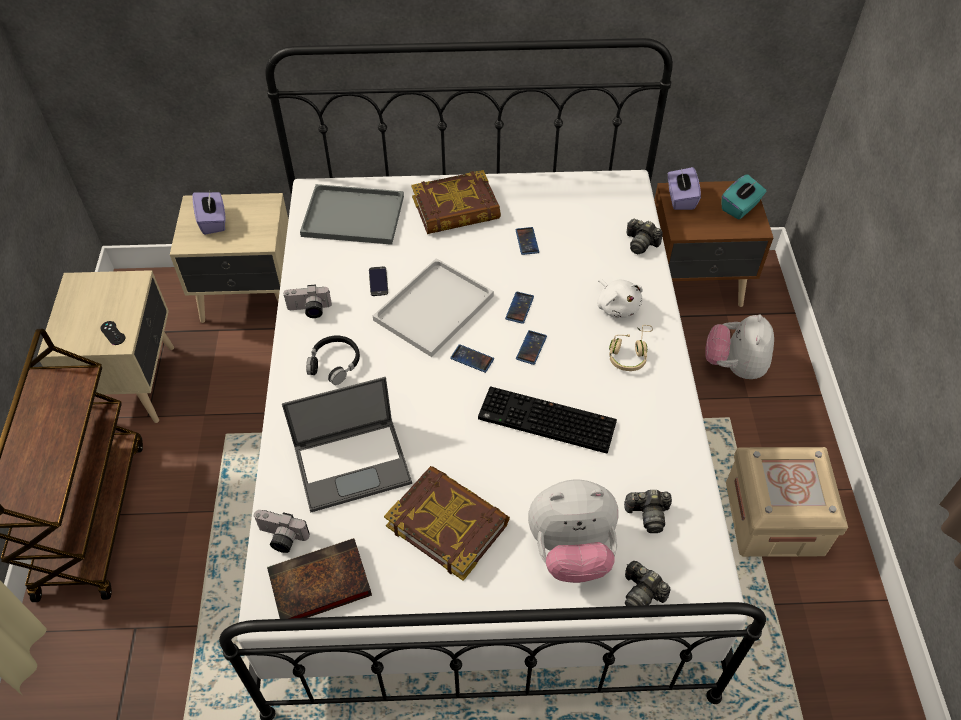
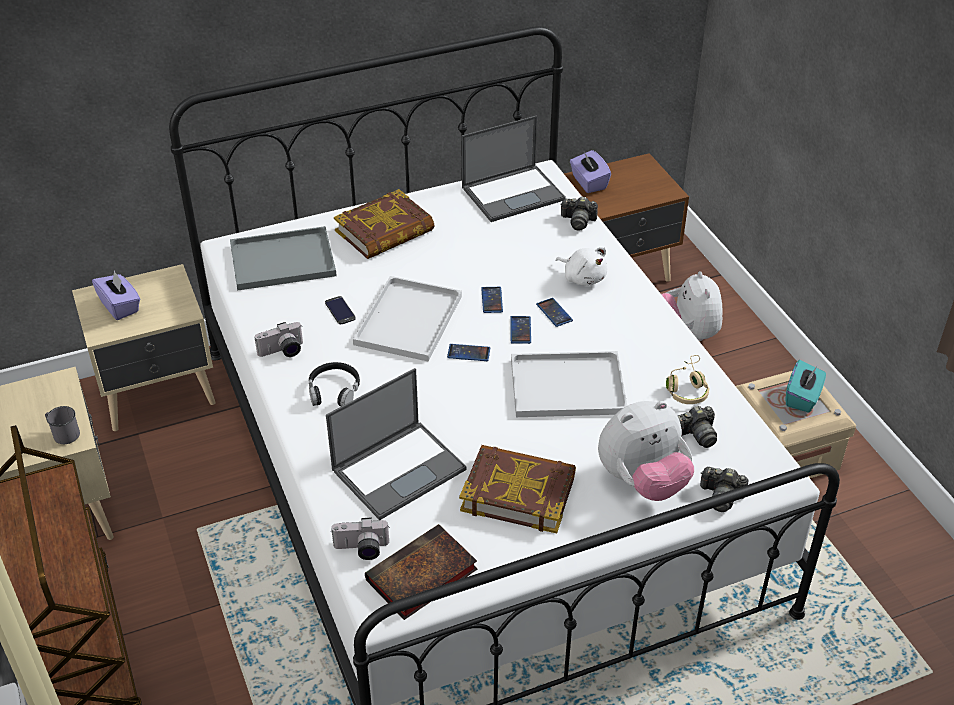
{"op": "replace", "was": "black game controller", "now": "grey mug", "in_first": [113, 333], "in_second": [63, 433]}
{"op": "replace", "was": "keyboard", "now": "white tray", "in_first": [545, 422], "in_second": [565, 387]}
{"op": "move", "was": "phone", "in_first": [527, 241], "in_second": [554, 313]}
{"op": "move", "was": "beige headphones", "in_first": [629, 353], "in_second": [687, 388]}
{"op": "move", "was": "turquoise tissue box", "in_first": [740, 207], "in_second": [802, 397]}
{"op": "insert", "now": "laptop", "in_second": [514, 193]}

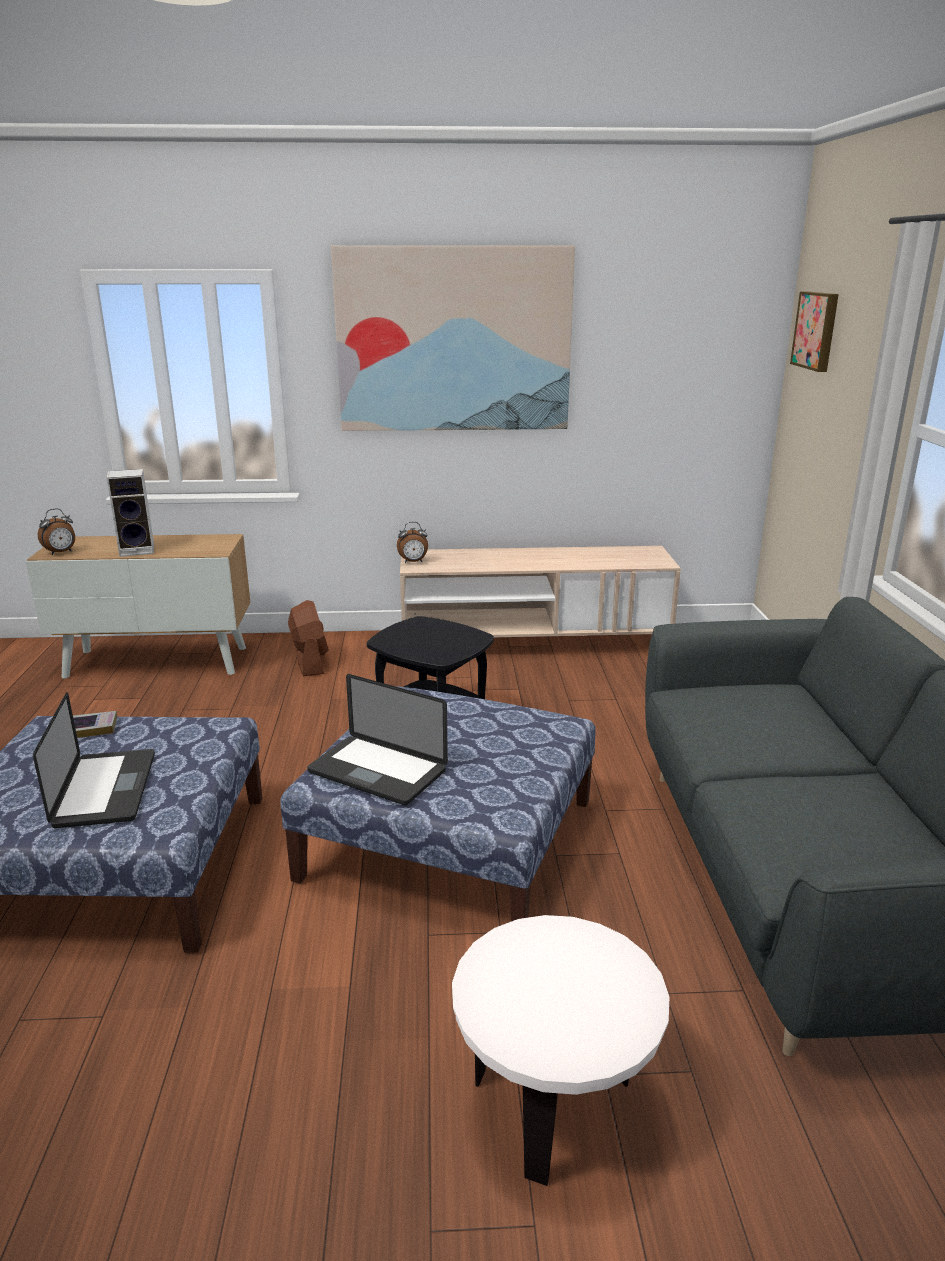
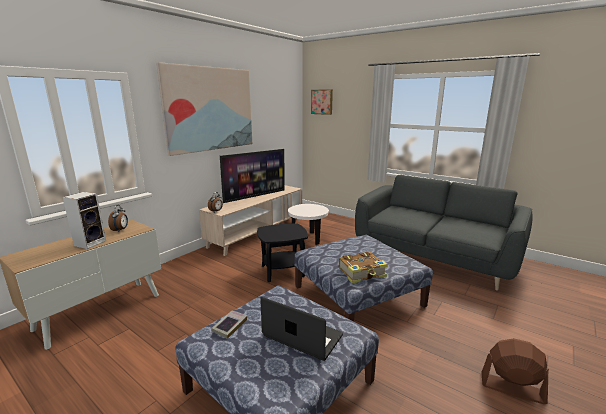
{"op": "move", "was": "alarm clock", "in_first": [61, 552], "in_second": [120, 230]}
{"op": "move", "was": "brown fan", "in_first": [310, 662], "in_second": [511, 388]}
{"op": "replace", "was": "laptop", "now": "book", "in_first": [377, 771], "in_second": [362, 273]}
{"op": "move", "was": "white side table", "in_first": [554, 1106], "in_second": [308, 238]}
{"op": "insert", "now": "television", "in_second": [255, 196]}

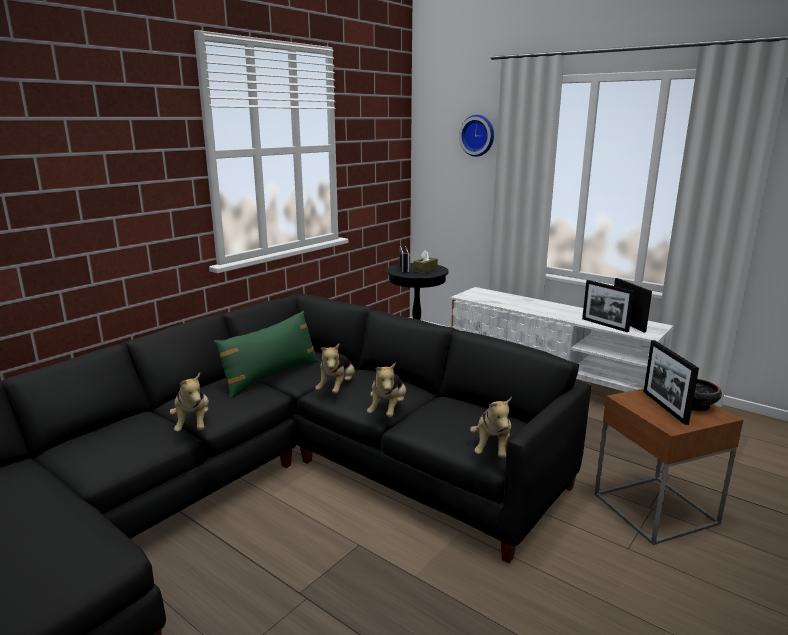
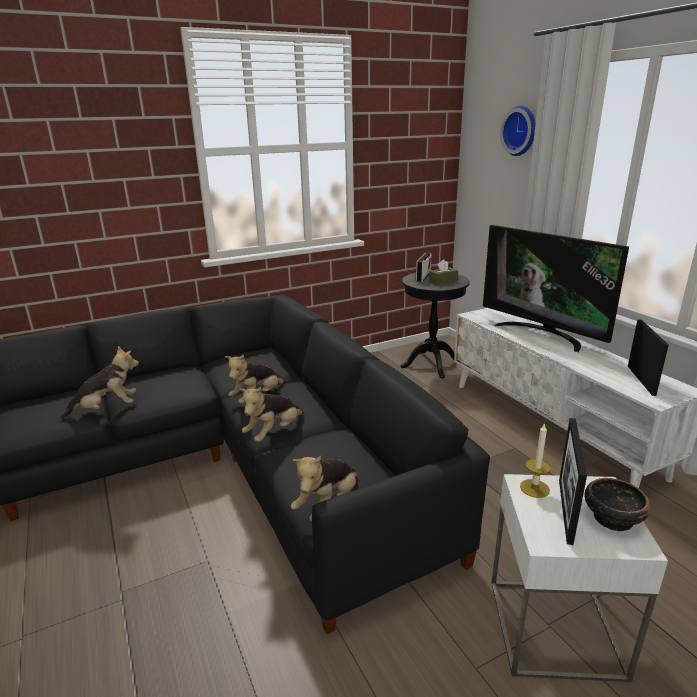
{"op": "rotate", "was": "plush toy", "in_first": [193, 424], "in_second": [107, 408], "clockwise": -120}
{"op": "delete", "was": "green pillow", "in_first": [271, 376]}
{"op": "delete", "was": "picture frame", "in_first": [604, 325]}
{"op": "recolor", "was": "brown side table", "now": "white side table", "in_first": [655, 508], "in_second": [554, 628]}
{"op": "insert", "now": "television", "in_second": [542, 334]}
{"op": "insert", "now": "candle", "in_second": [534, 488]}

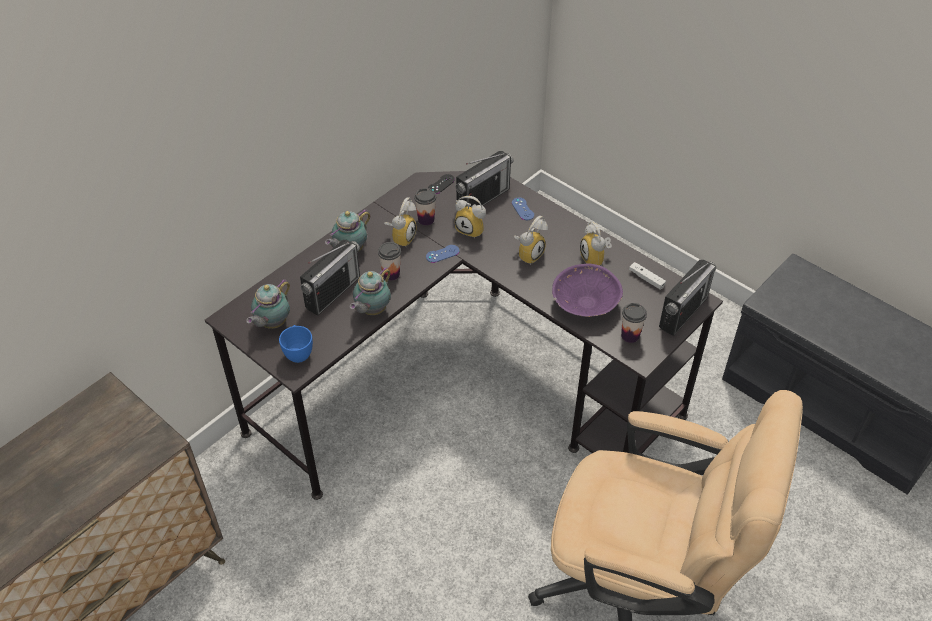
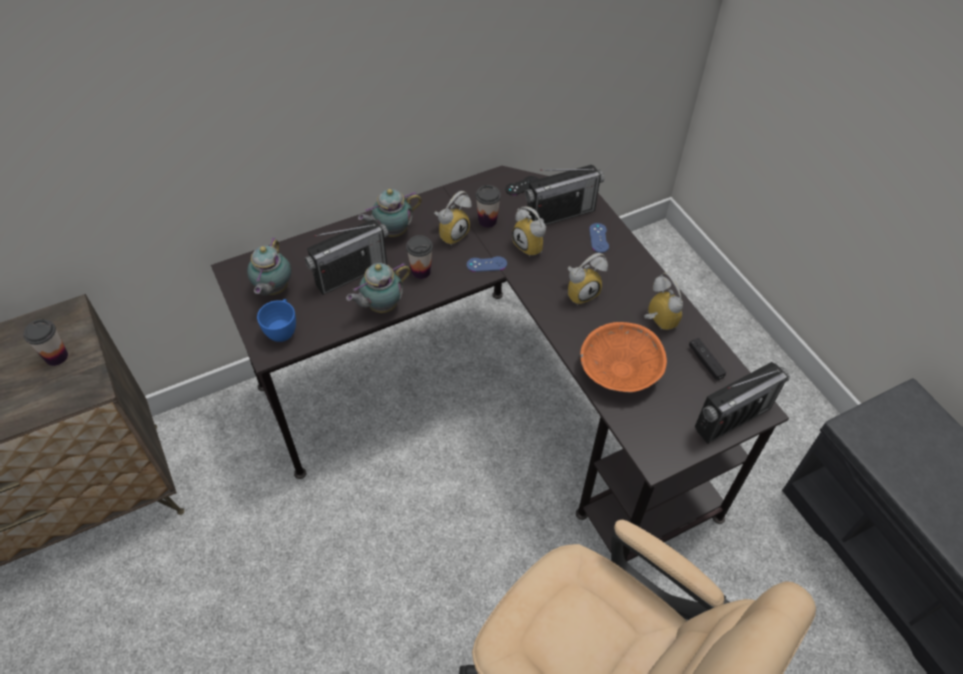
{"op": "rotate", "was": "teapot", "in_first": [272, 324], "in_second": [273, 290], "clockwise": -45}
{"op": "recolor", "was": "purple bowl", "now": "orange bowl", "in_first": [584, 303], "in_second": [619, 370]}
{"op": "rotate", "was": "alarm clock", "in_first": [596, 259], "in_second": [656, 321], "clockwise": 150}
{"op": "move", "was": "cup", "in_first": [630, 336], "in_second": [56, 356]}
{"op": "recolor", "was": "white game controller", "now": "black game controller", "in_first": [646, 279], "in_second": [705, 362]}

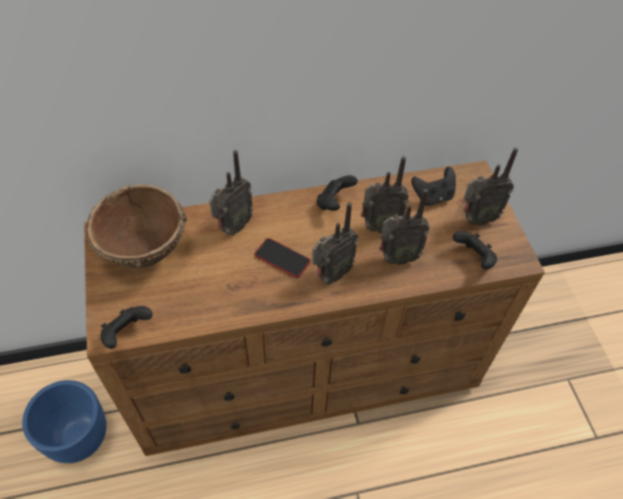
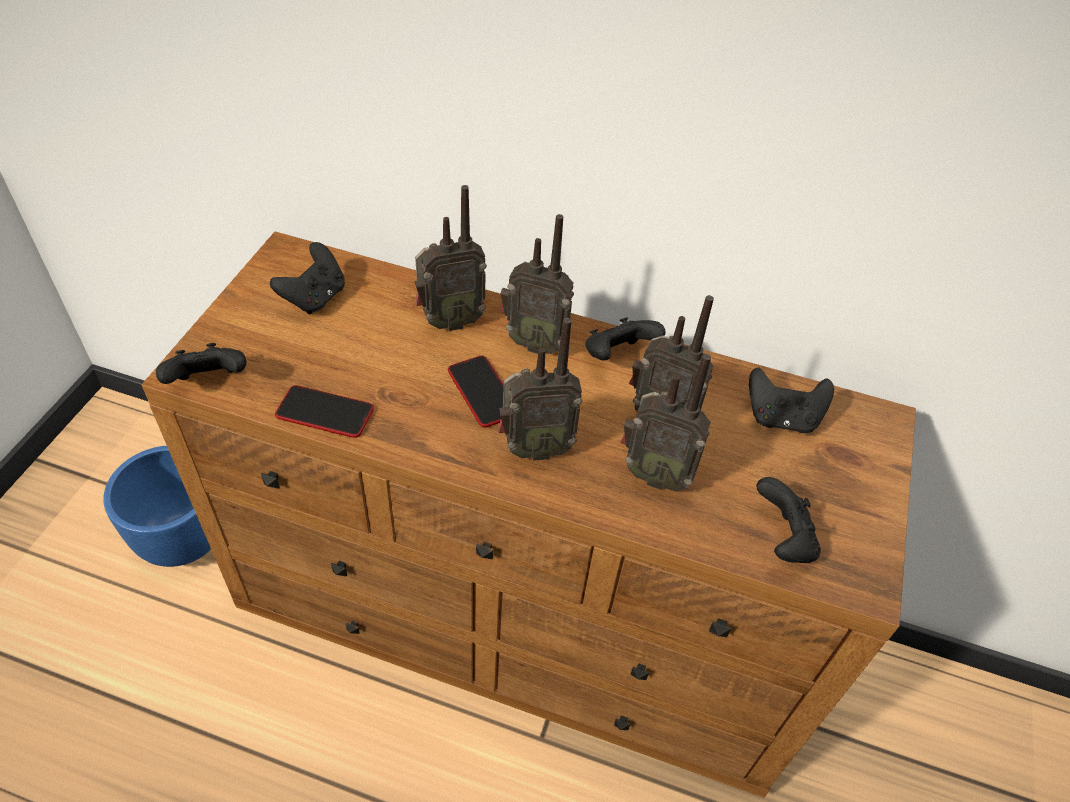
{"op": "replace", "was": "brown bowl", "now": "black game controller", "in_first": [145, 251], "in_second": [315, 297]}
{"op": "move", "was": "radio", "in_first": [476, 218], "in_second": [535, 342]}
{"op": "insert", "now": "phone", "in_second": [325, 413]}

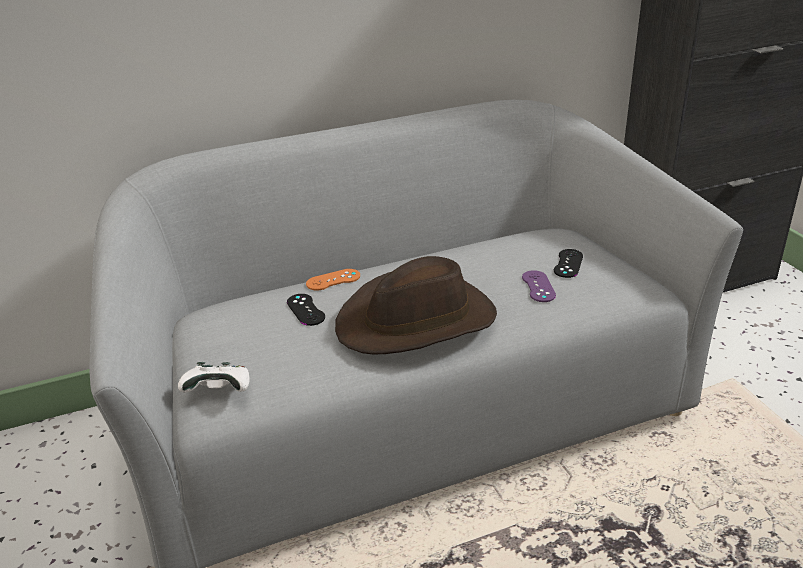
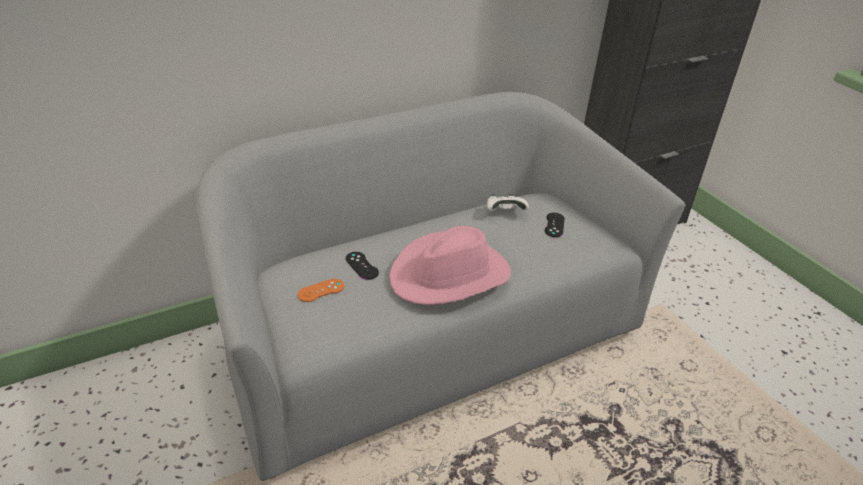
{"op": "move", "was": "white game controller", "in_first": [220, 392], "in_second": [504, 212]}
{"op": "move", "was": "orange game controller", "in_first": [333, 280], "in_second": [321, 290]}
{"op": "recolor", "was": "brown hat", "now": "pink hat", "in_first": [417, 321], "in_second": [450, 275]}
{"op": "delete", "was": "purple game controller", "in_first": [538, 286]}

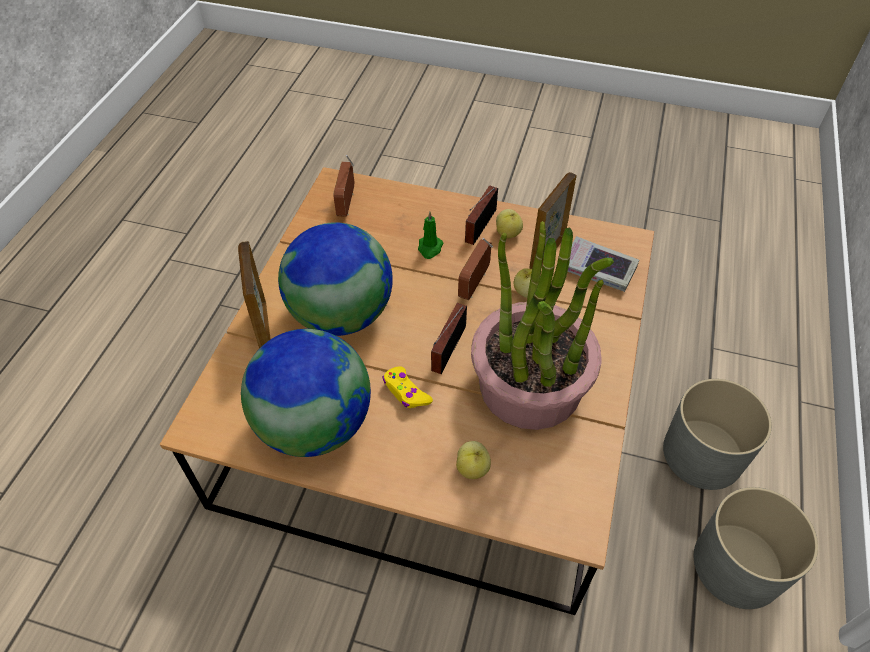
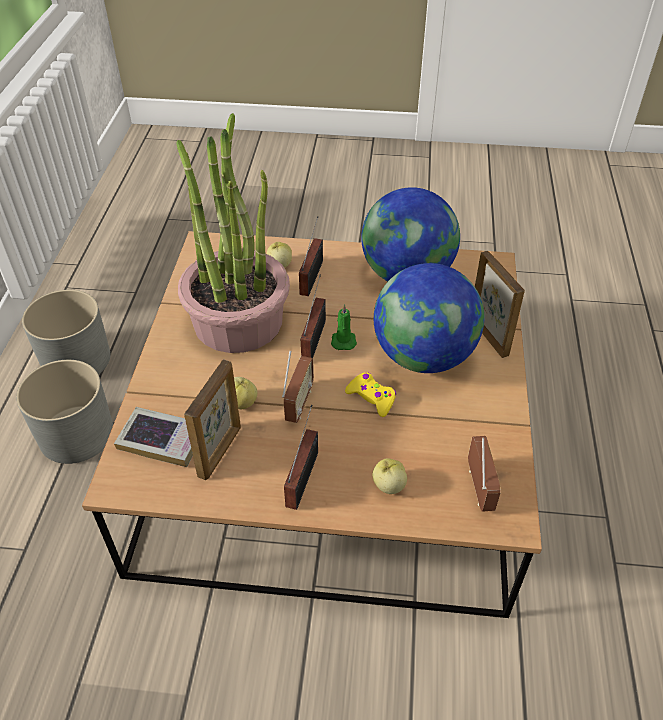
{"op": "move", "was": "yellow game controller", "in_first": [406, 392], "in_second": [371, 398]}
{"op": "move", "was": "green candle", "in_first": [430, 248], "in_second": [343, 340]}
{"op": "move", "was": "apple", "in_first": [508, 233], "in_second": [388, 485]}
{"op": "insert", "now": "radio", "in_second": [313, 276]}

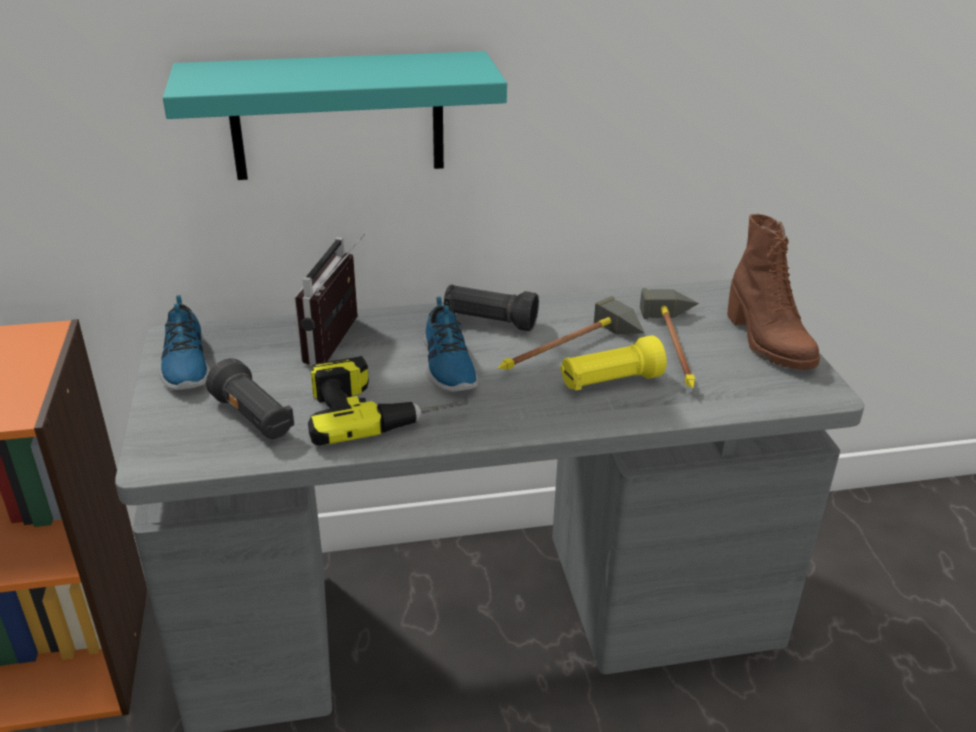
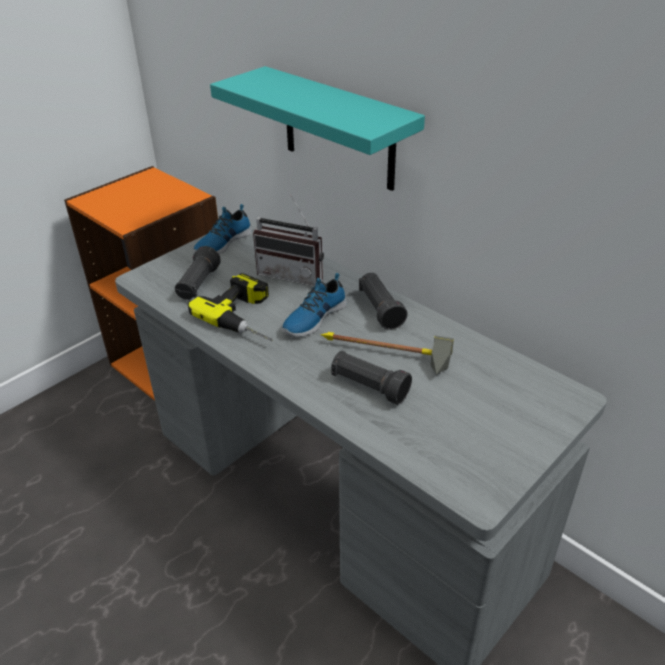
{"op": "rotate", "was": "radio", "in_first": [342, 343], "in_second": [294, 274], "clockwise": -135}
{"op": "recolor", "was": "yellow flashlight", "now": "black flashlight", "in_first": [610, 382], "in_second": [369, 387]}
{"op": "delete", "was": "hammer", "in_first": [683, 350]}
{"op": "delete", "was": "brown boot", "in_first": [766, 342]}

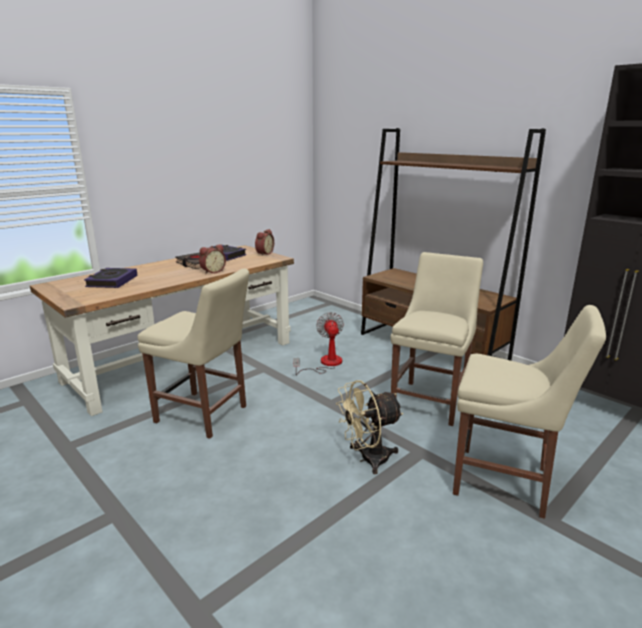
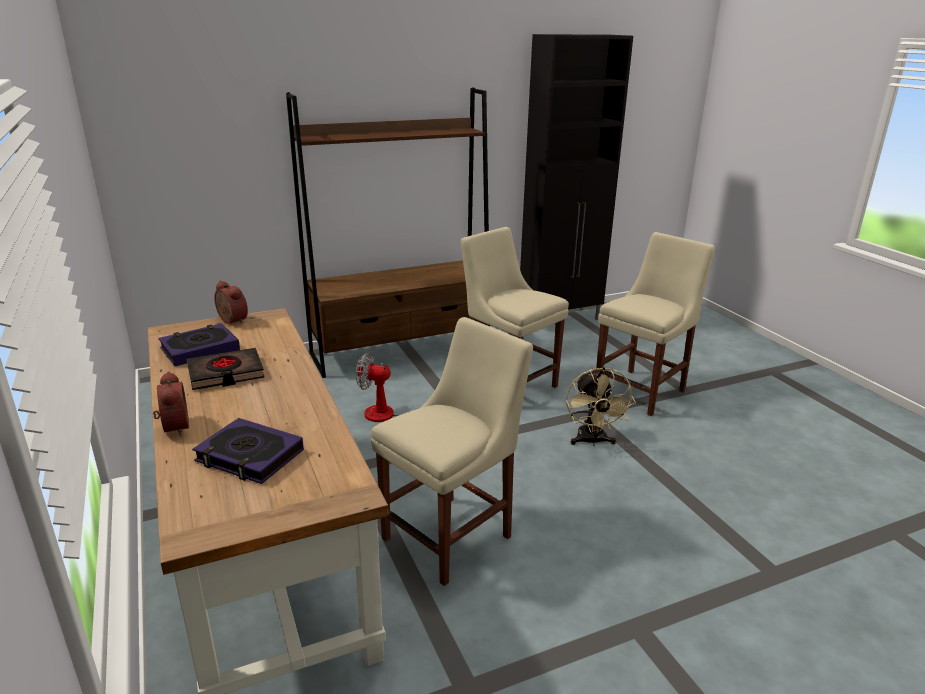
{"op": "move", "was": "alarm clock", "in_first": [212, 271], "in_second": [173, 427]}

